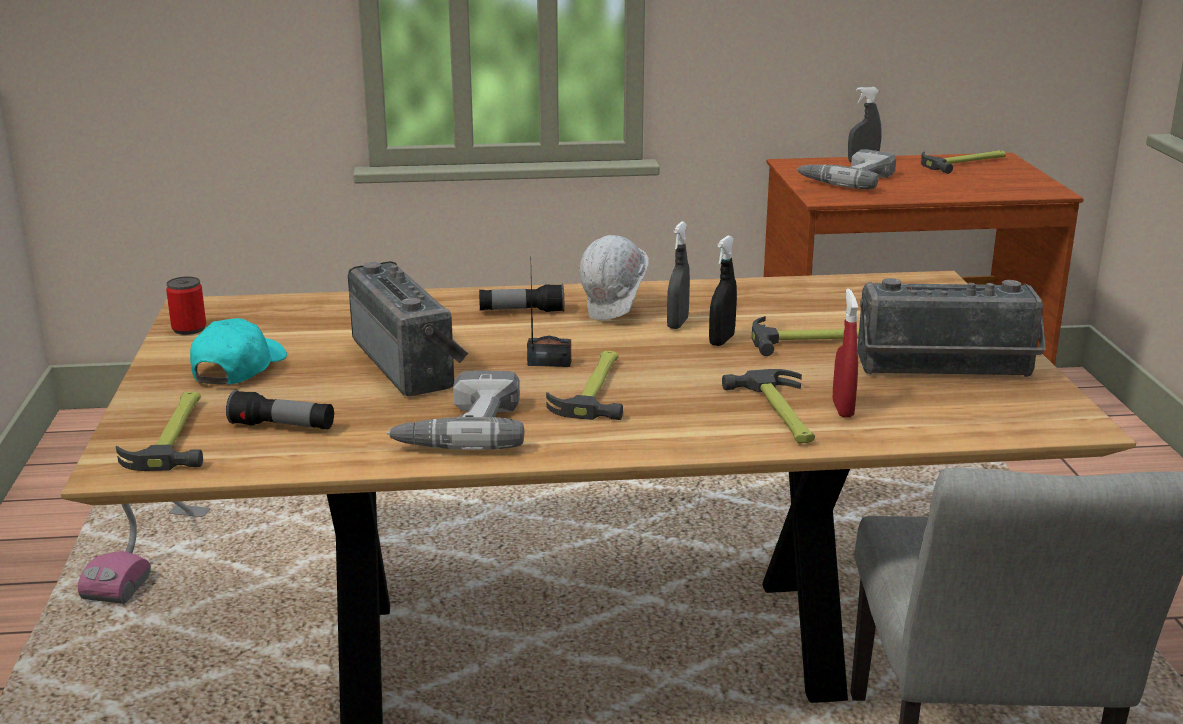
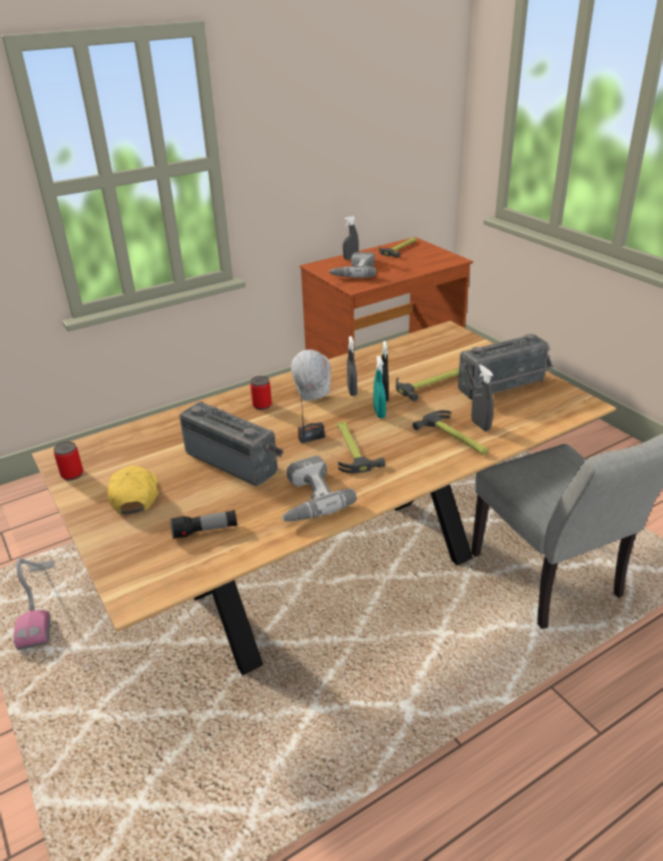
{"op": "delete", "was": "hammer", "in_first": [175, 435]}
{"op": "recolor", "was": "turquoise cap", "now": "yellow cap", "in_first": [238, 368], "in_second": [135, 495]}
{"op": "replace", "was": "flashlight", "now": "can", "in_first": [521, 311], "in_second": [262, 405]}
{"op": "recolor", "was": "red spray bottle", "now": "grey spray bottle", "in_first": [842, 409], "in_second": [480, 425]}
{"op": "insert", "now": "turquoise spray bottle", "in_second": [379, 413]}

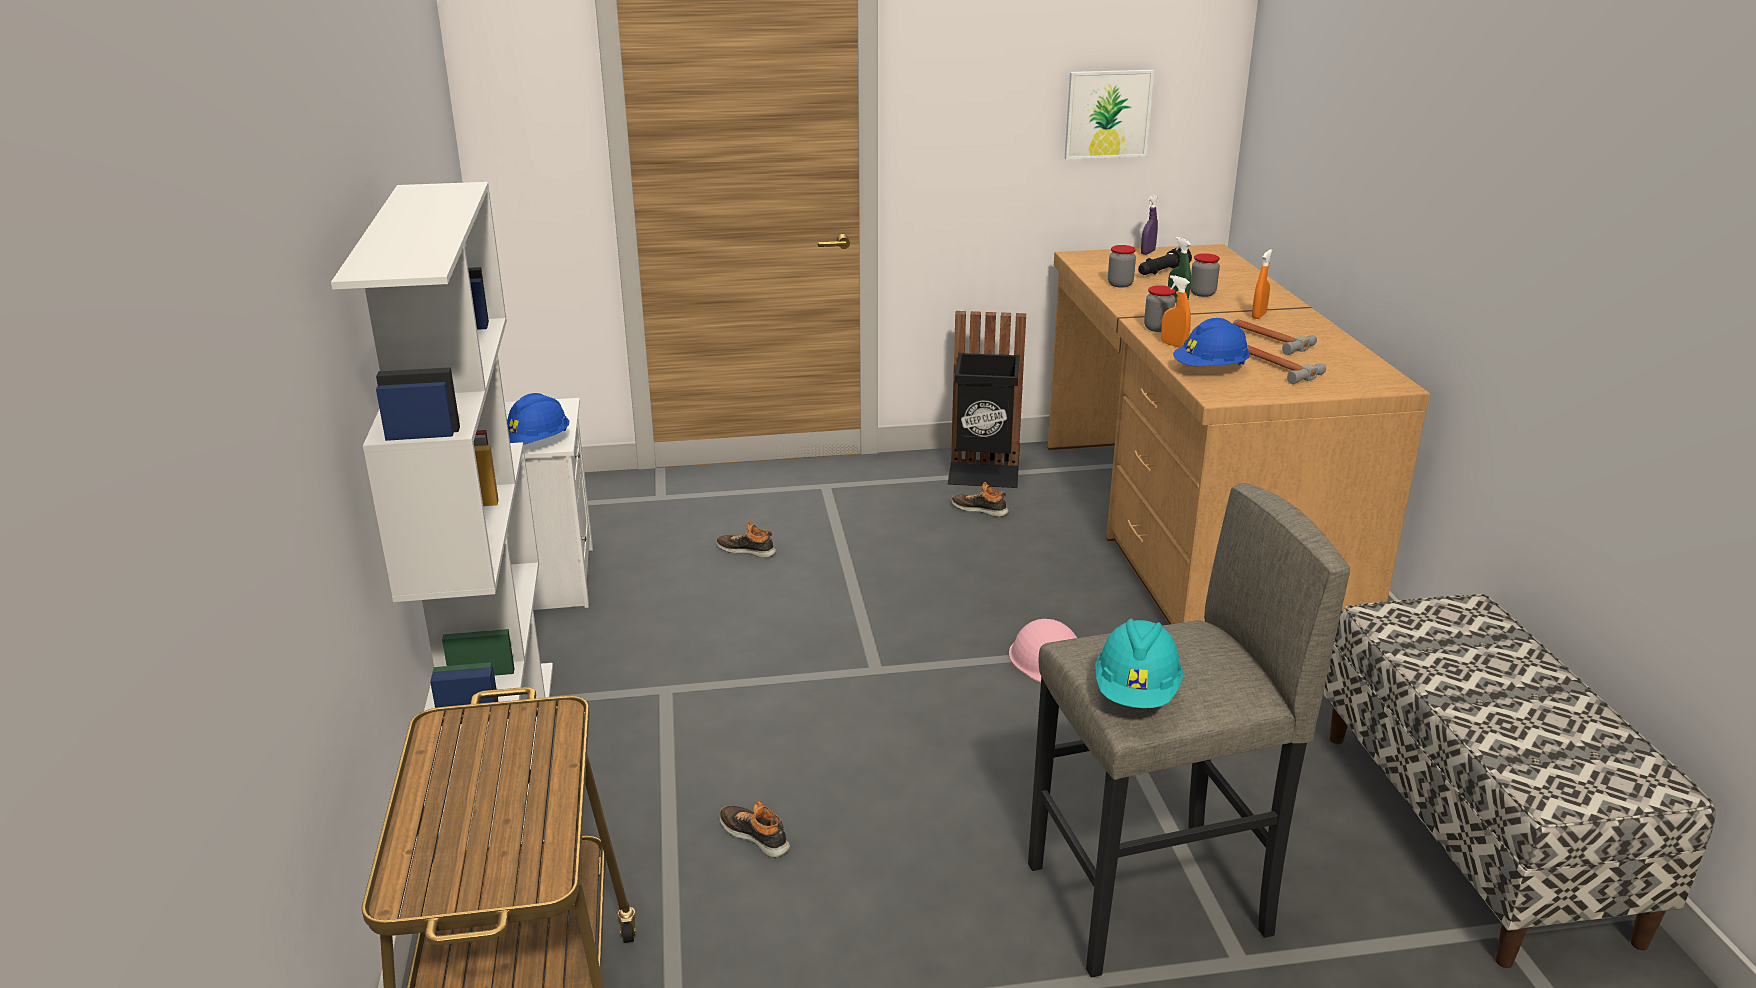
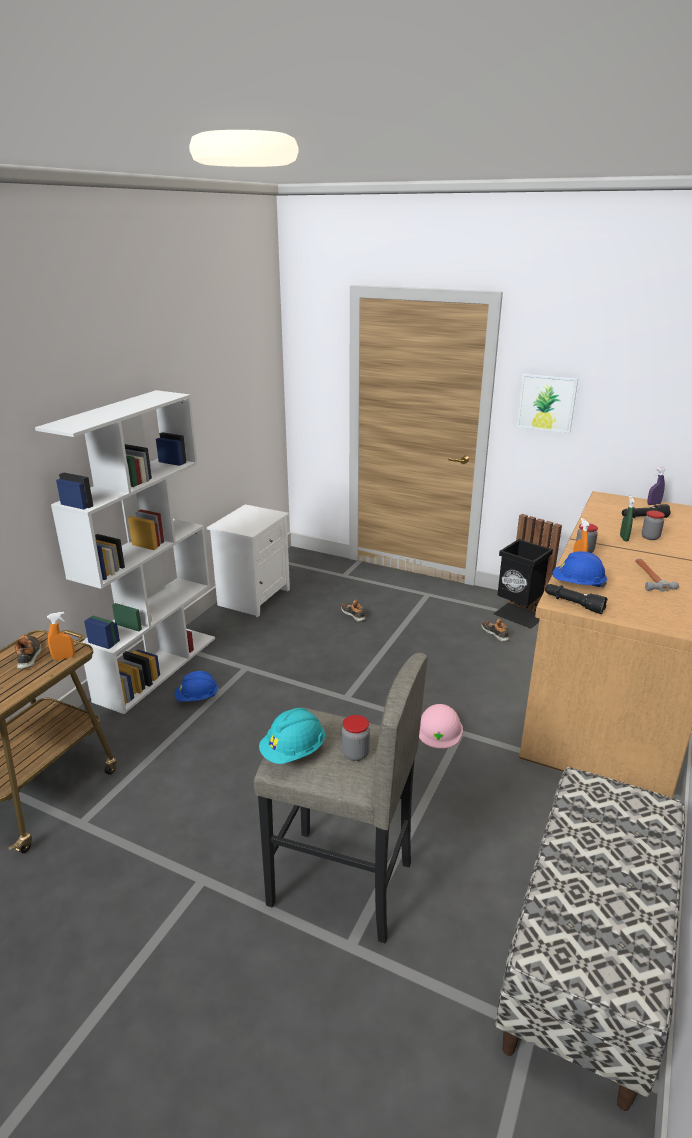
{"op": "move", "was": "blue hard hat", "in_first": [536, 443], "in_second": [197, 698]}
{"op": "move", "was": "shoe", "in_first": [755, 836], "in_second": [29, 656]}
{"op": "move", "was": "picture", "in_first": [1108, 114], "in_second": [547, 403]}
{"op": "move", "was": "jar", "in_first": [1120, 284], "in_second": [355, 754]}
{"op": "delete", "was": "hammer", "in_first": [1275, 366]}
{"op": "move", "was": "orange spray bottle", "in_first": [1258, 316], "in_second": [64, 658]}
{"op": "insert", "now": "black flashlight", "in_second": [573, 604]}

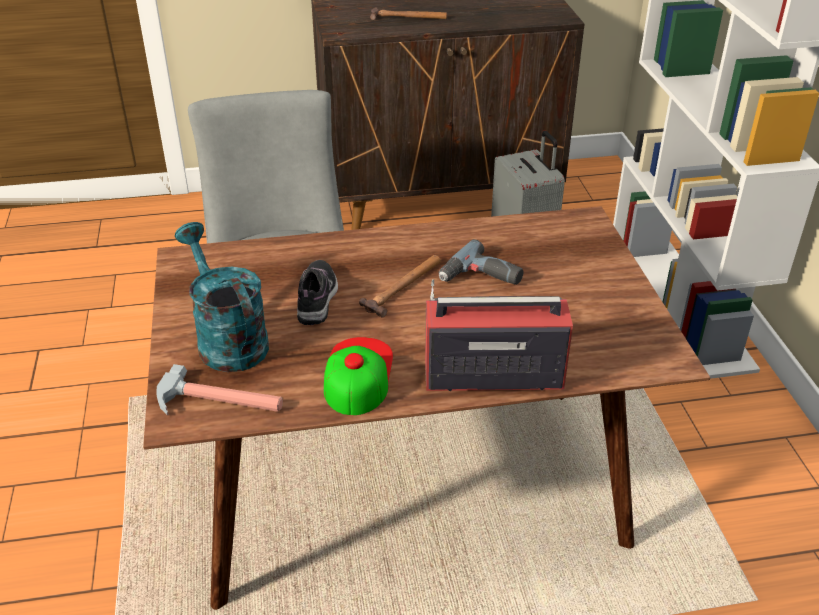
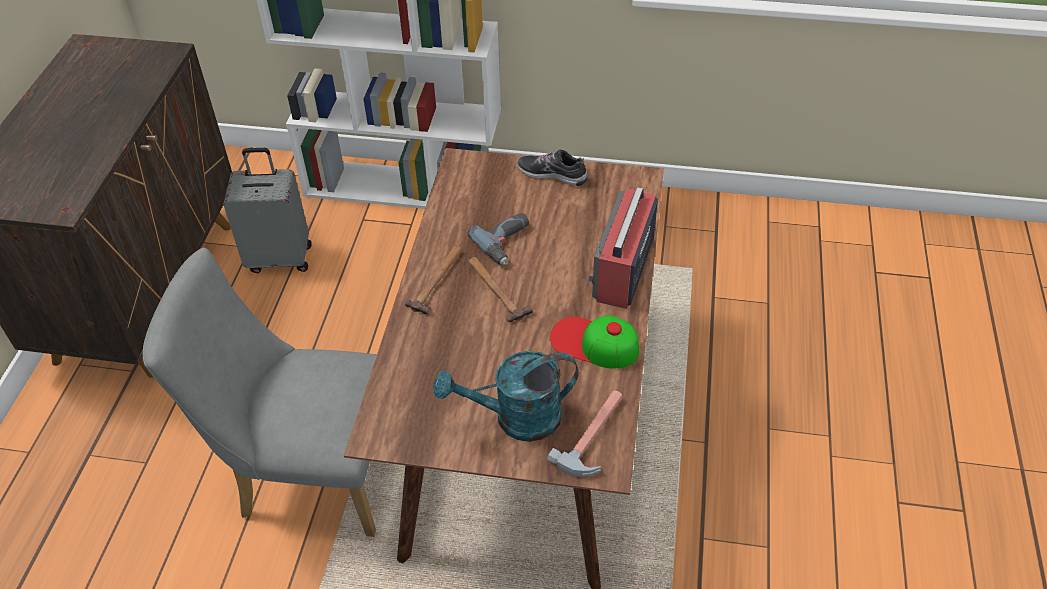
{"op": "move", "was": "shoe", "in_first": [317, 298], "in_second": [552, 174]}
{"op": "move", "was": "hammer", "in_first": [408, 17], "in_second": [438, 280]}

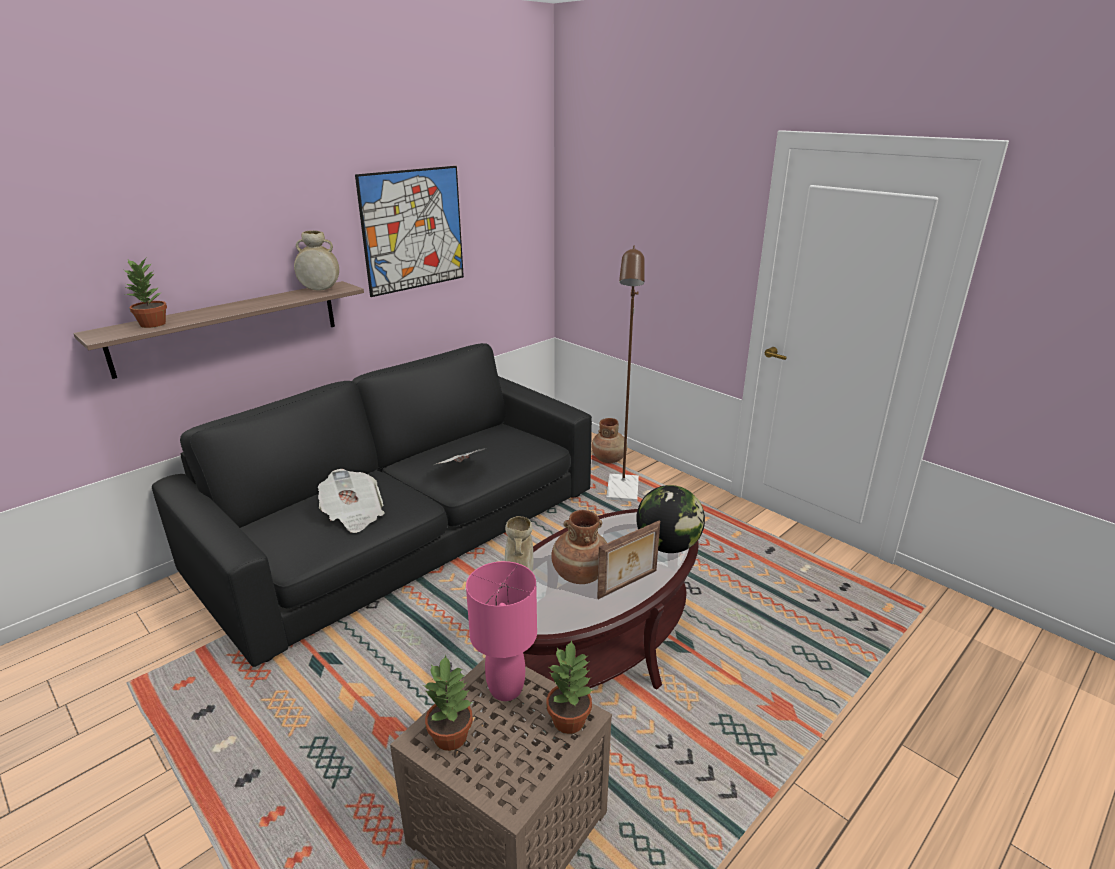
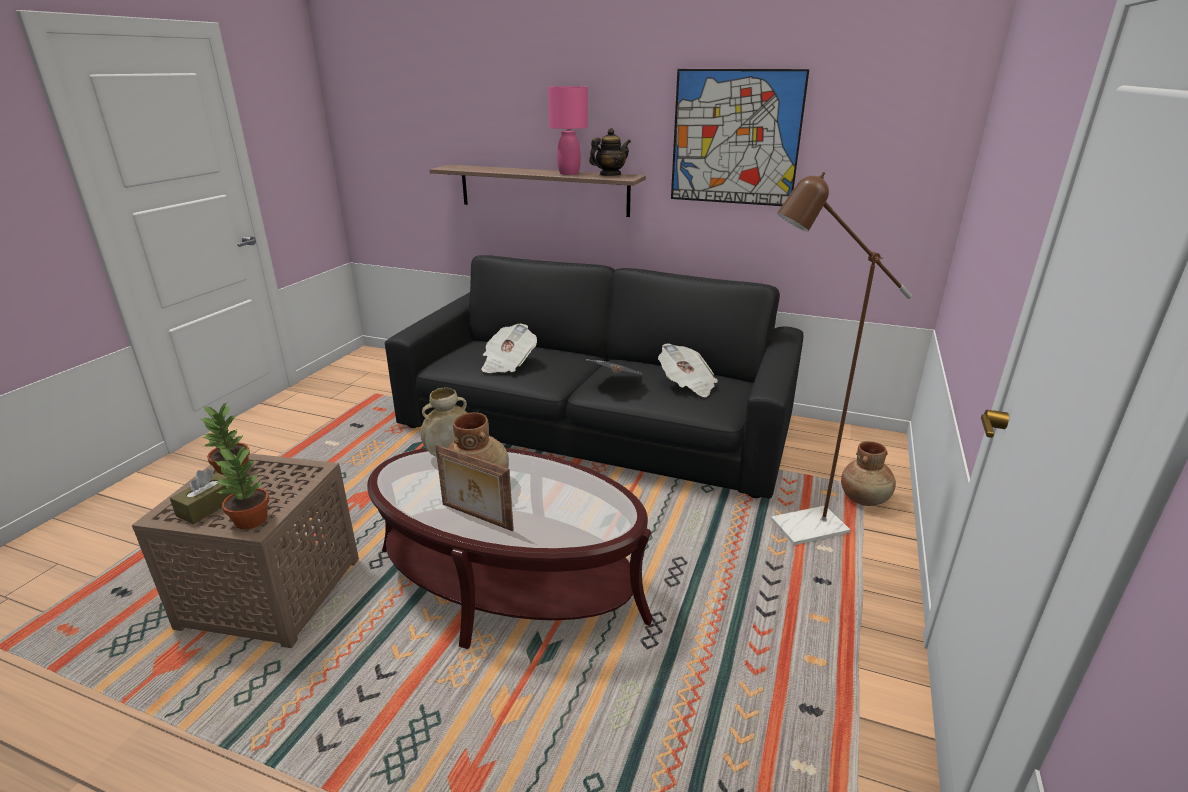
{"op": "delete", "was": "potted plant", "in_first": [153, 324]}
{"op": "replace", "was": "beige vase", "now": "teapot", "in_first": [320, 289], "in_second": [609, 175]}
{"op": "move", "was": "pink table lamp", "in_first": [506, 689], "in_second": [568, 173]}
{"op": "delete", "was": "globe", "in_first": [667, 546]}
{"op": "insert", "now": "brown tissue box", "in_second": [208, 506]}
{"op": "insert", "now": "newspaper", "in_second": [687, 385]}

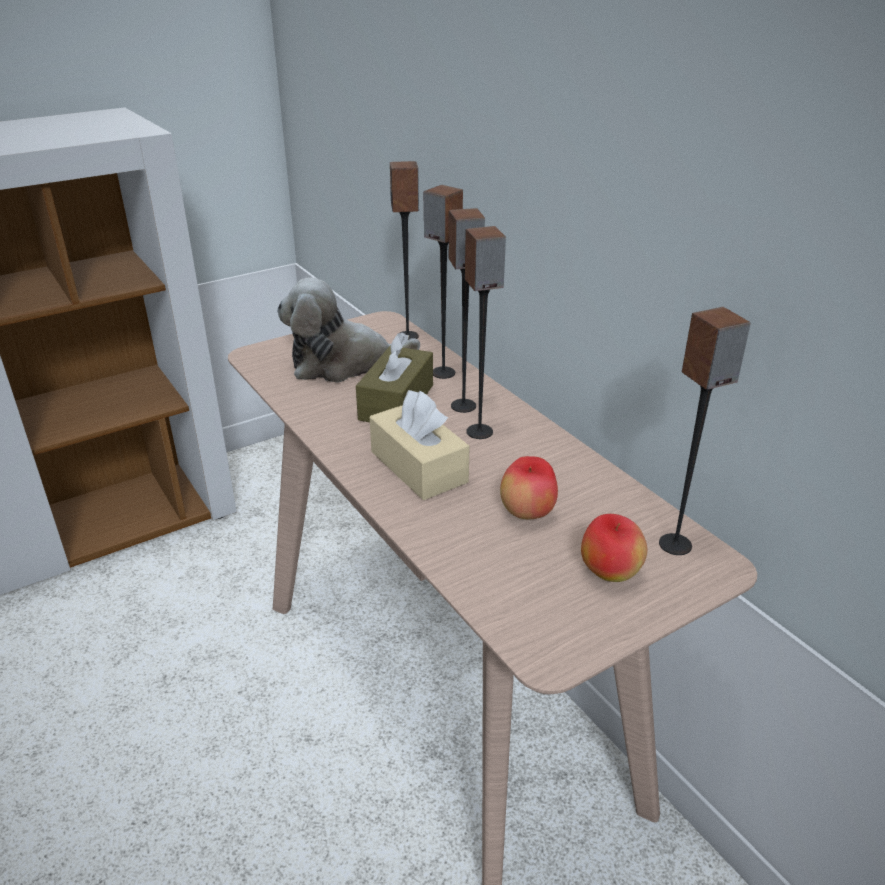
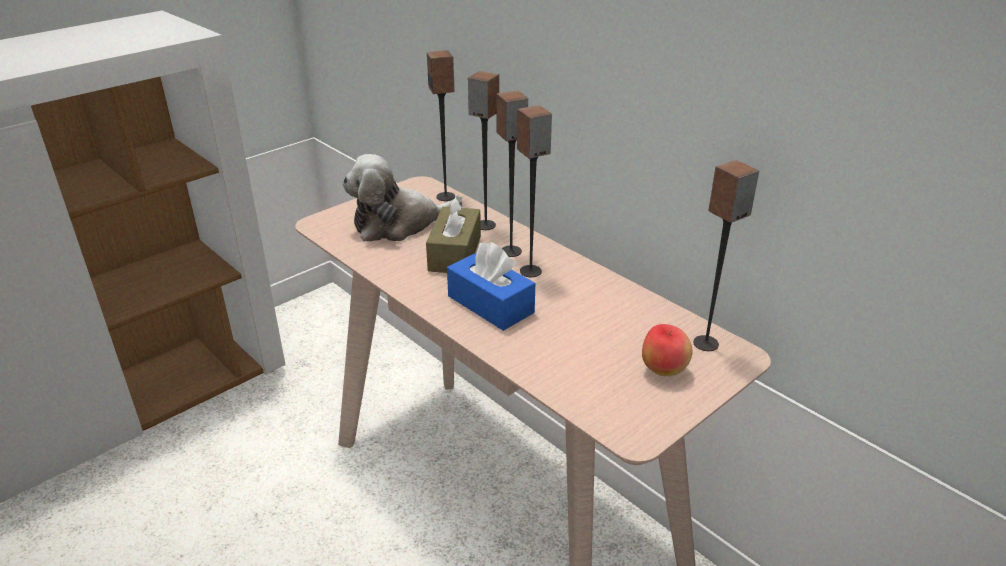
{"op": "recolor", "was": "beige tissue box", "now": "blue tissue box", "in_first": [418, 467], "in_second": [490, 304]}
{"op": "delete", "was": "apple", "in_first": [527, 514]}

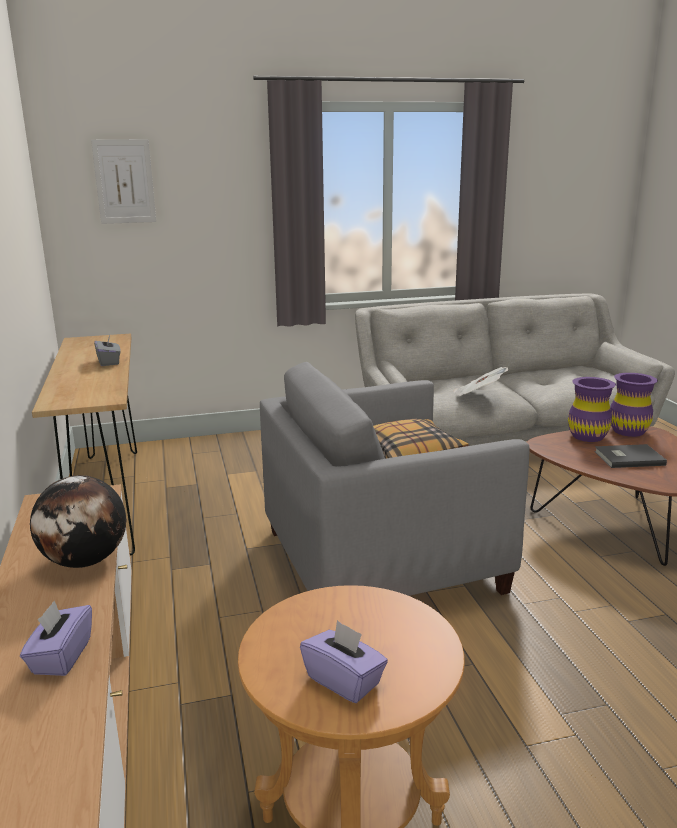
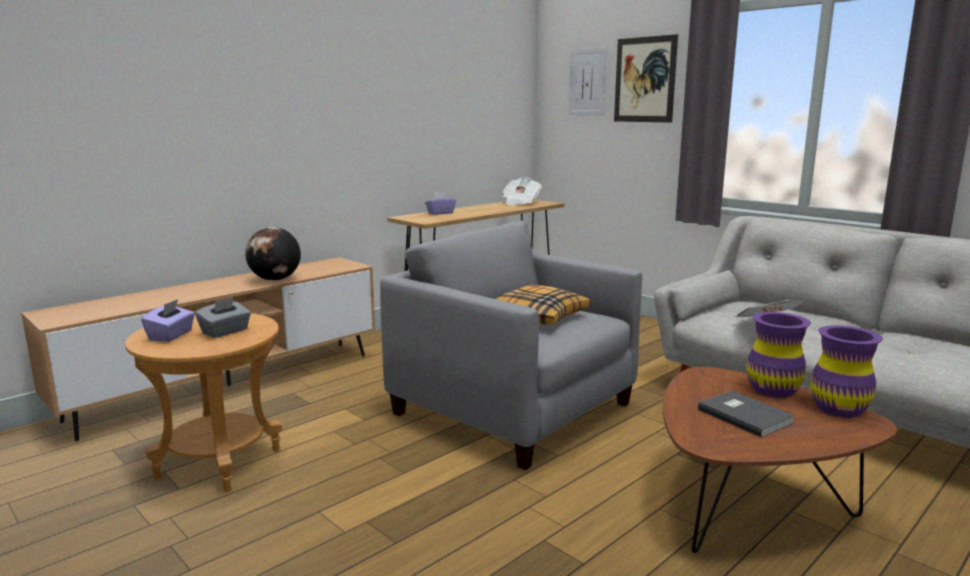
{"op": "move", "was": "purple tissue box", "in_first": [61, 657], "in_second": [440, 213]}
{"op": "move", "was": "grey tissue box", "in_first": [109, 362], "in_second": [225, 332]}
{"op": "insert", "now": "newspaper", "in_second": [520, 202]}
{"op": "insert", "now": "picture", "in_second": [644, 80]}

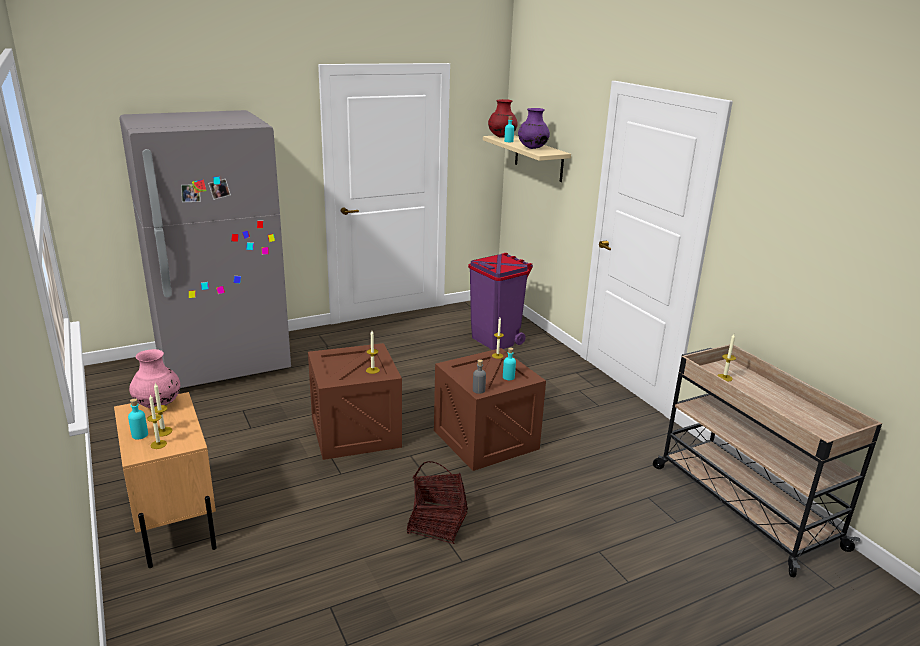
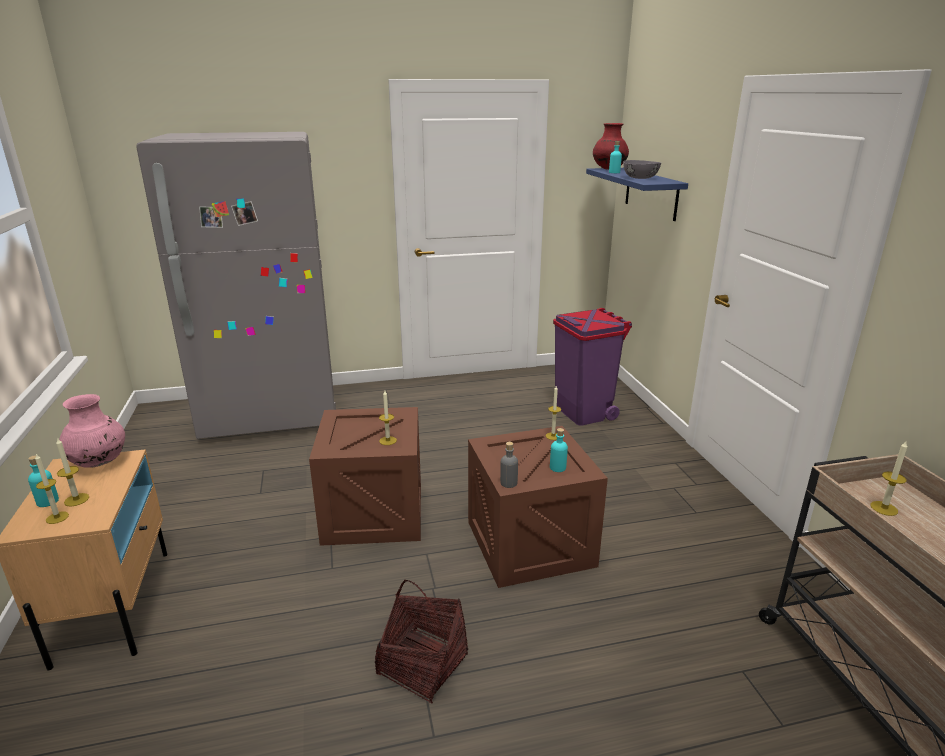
{"op": "recolor", "was": "beige shelf", "now": "blue shelf", "in_first": [538, 158], "in_second": [651, 193]}
{"op": "replace", "was": "purple vase", "now": "grey bowl", "in_first": [532, 148], "in_second": [640, 178]}

